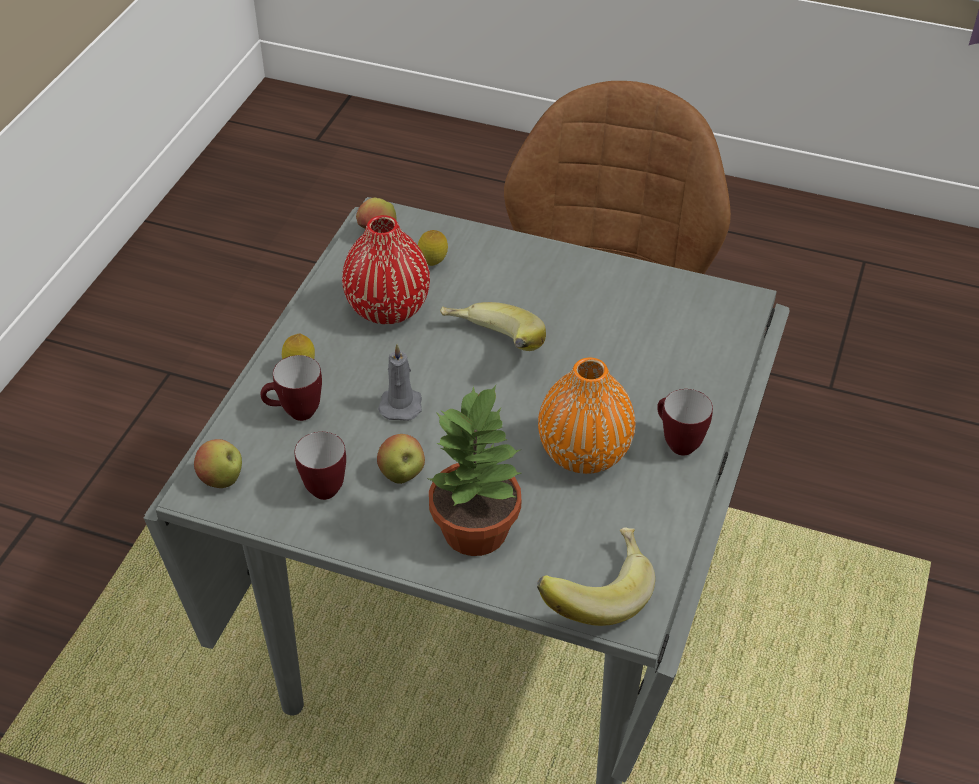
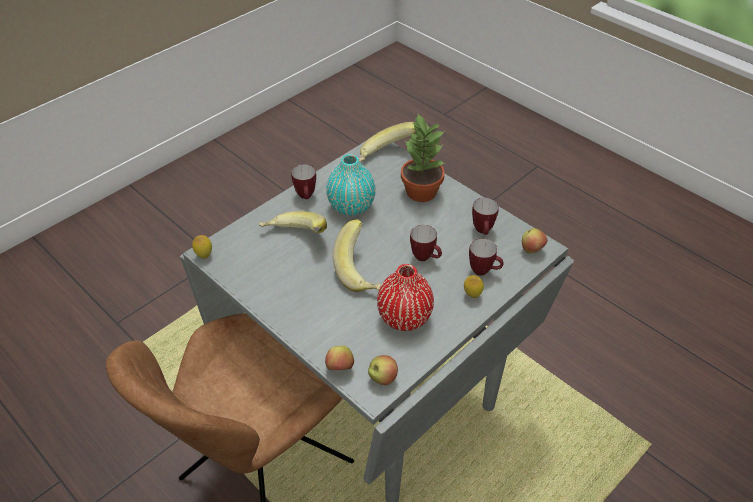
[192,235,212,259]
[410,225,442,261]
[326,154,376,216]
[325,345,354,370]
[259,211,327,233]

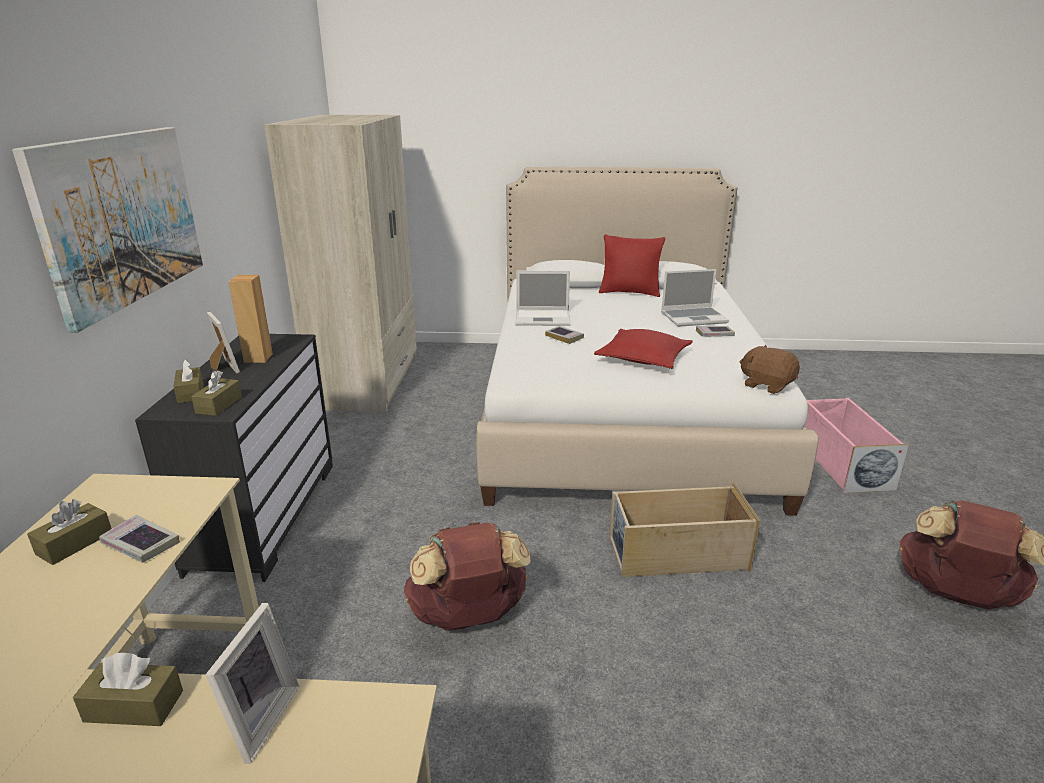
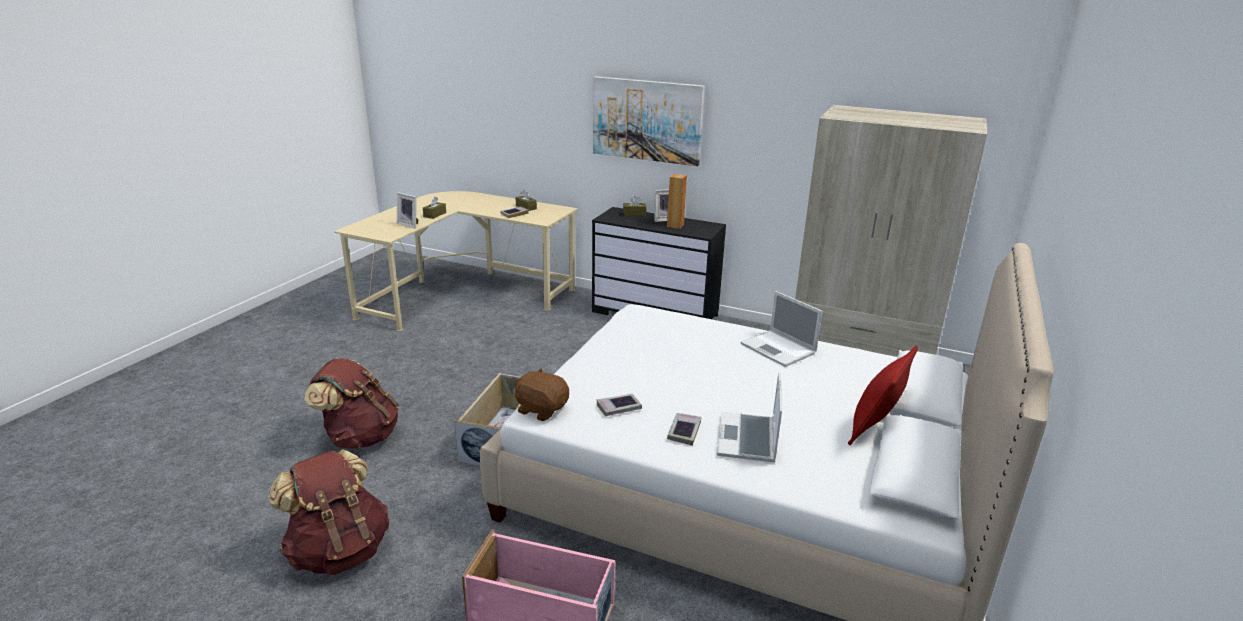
[741,291,823,367]
[597,394,642,416]
[594,329,693,369] (first image)
[514,368,569,421]
[191,370,242,416] (first image)
[305,358,399,449]

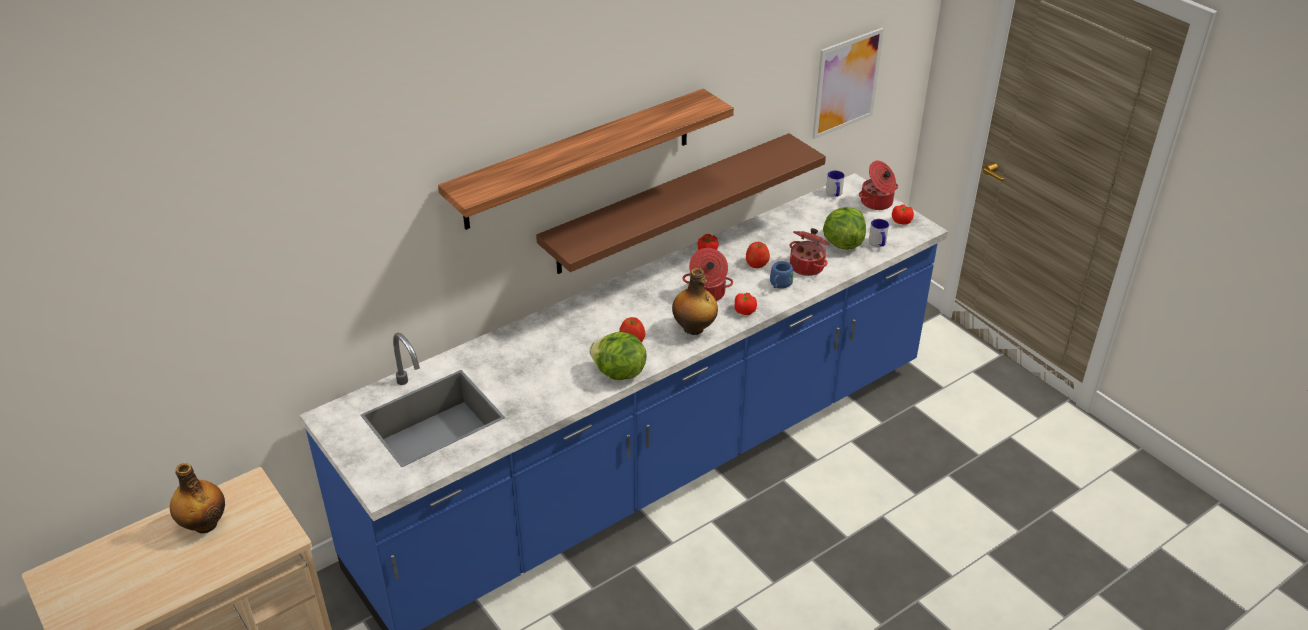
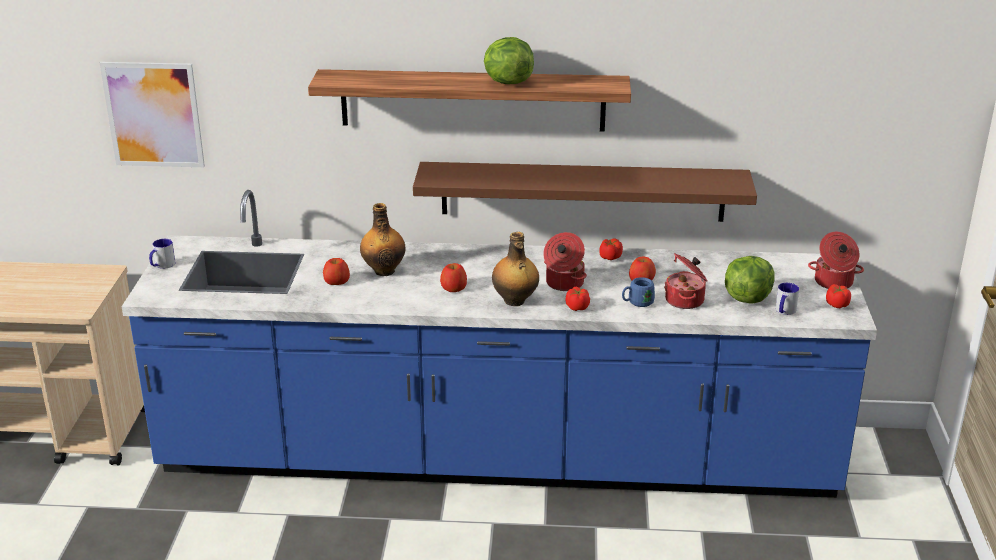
[100,62,205,167]
[149,239,176,269]
[484,37,534,84]
[360,203,406,276]
[323,258,350,285]

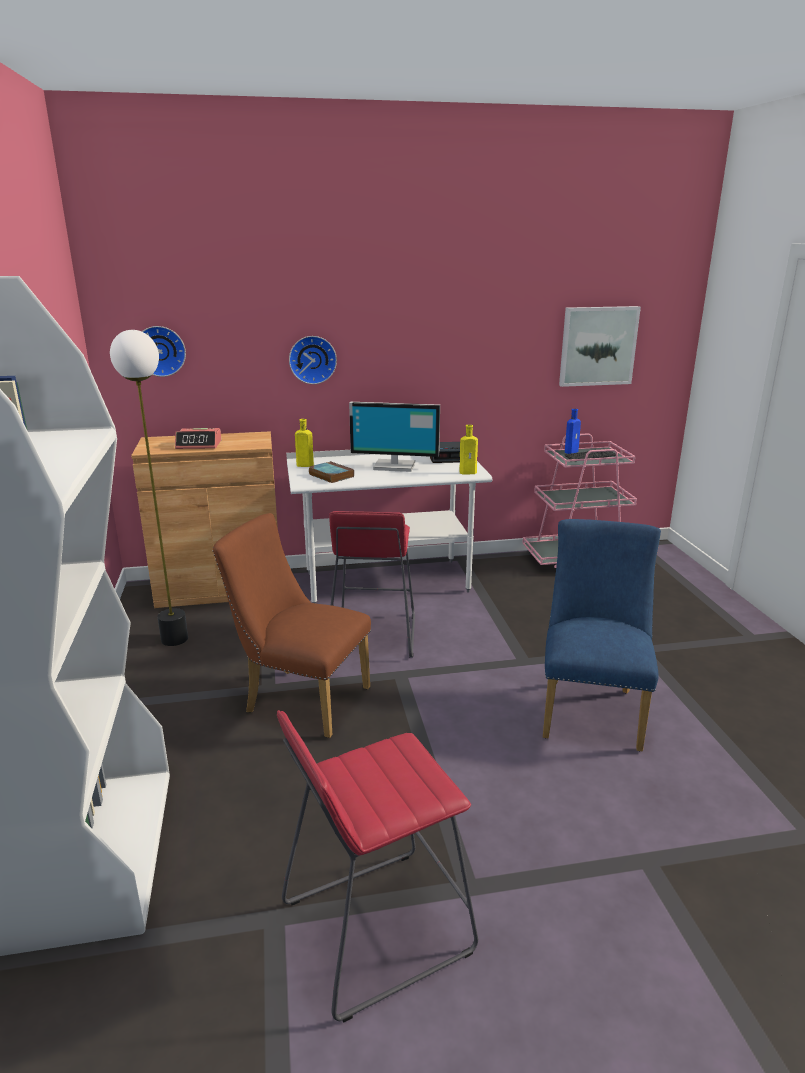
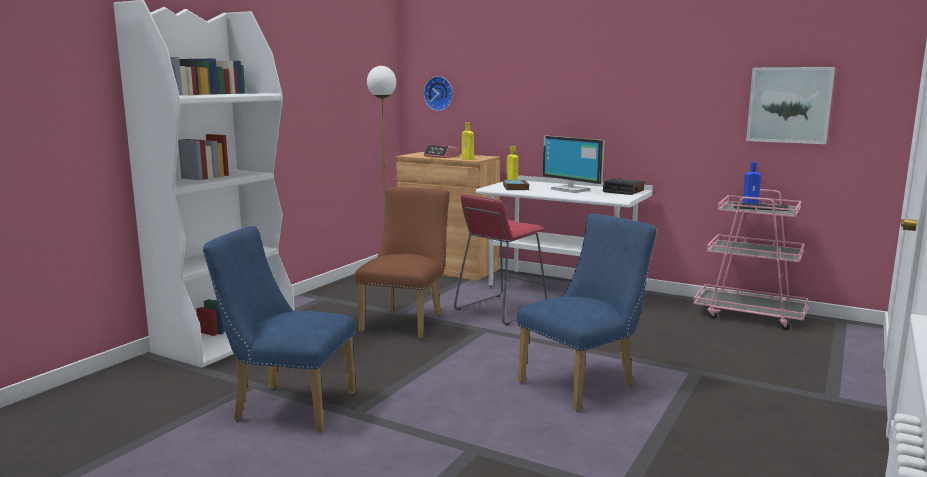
[289,336,337,384] (first image)
[462,122,474,160]
[355,187,450,339]
[202,226,356,432]

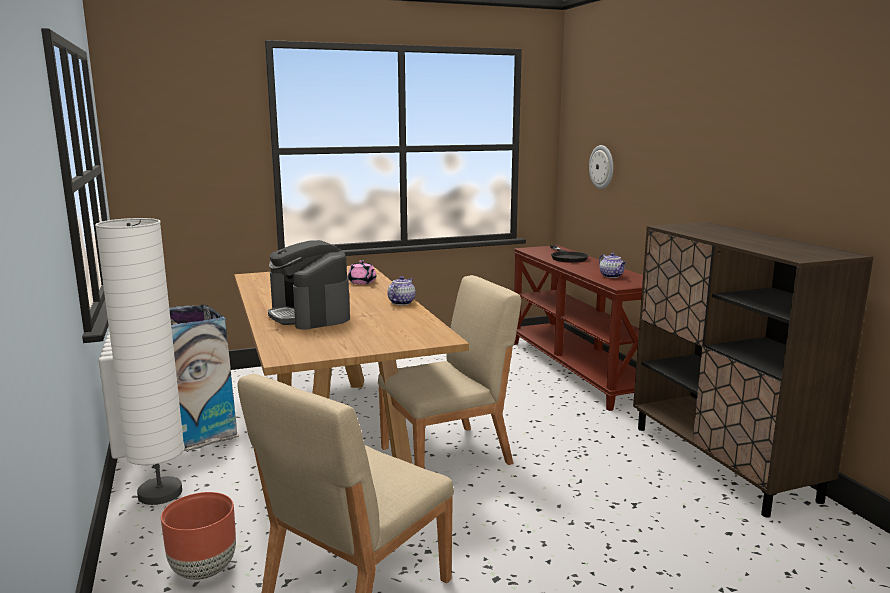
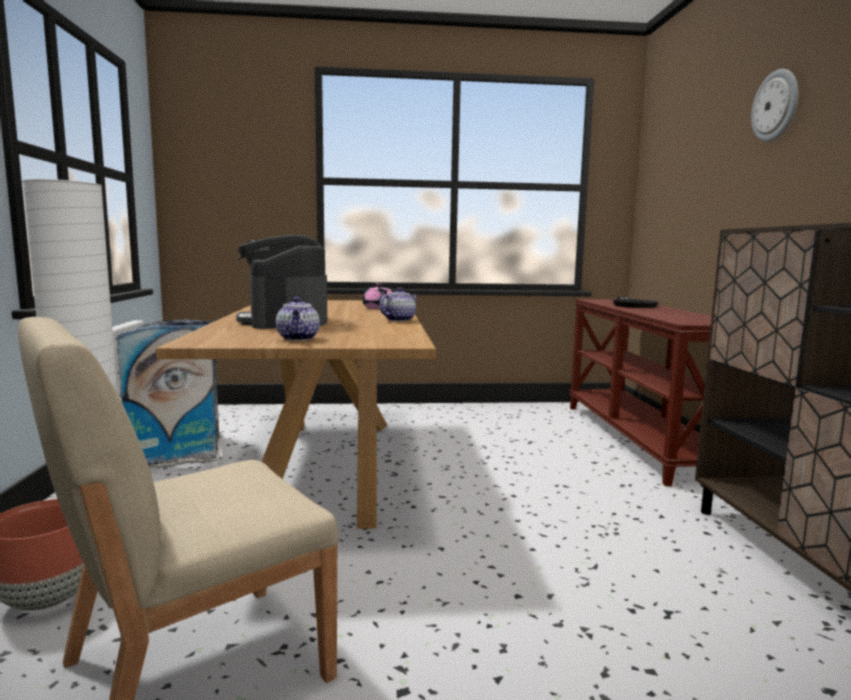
[751,69,798,142]
[276,297,320,341]
[378,275,521,469] (first image)

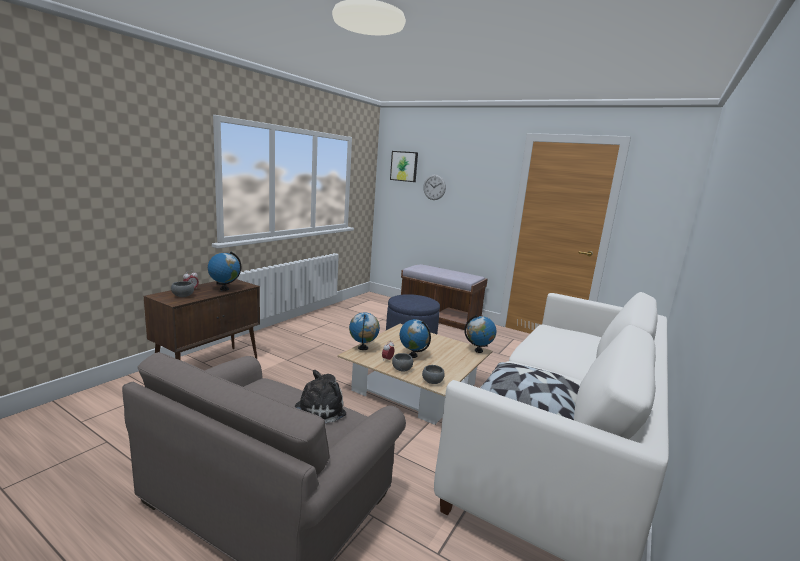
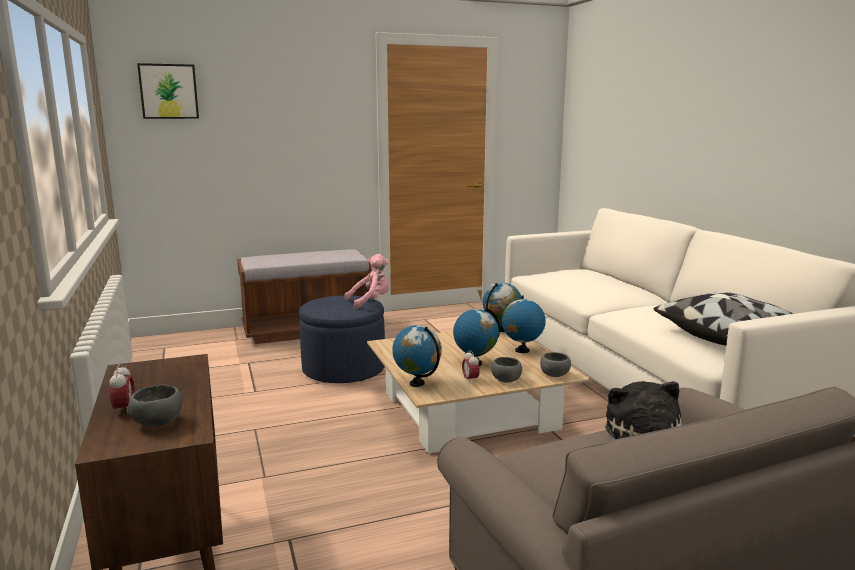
[423,175,446,200] (first image)
[502,295,546,353]
[344,254,389,309]

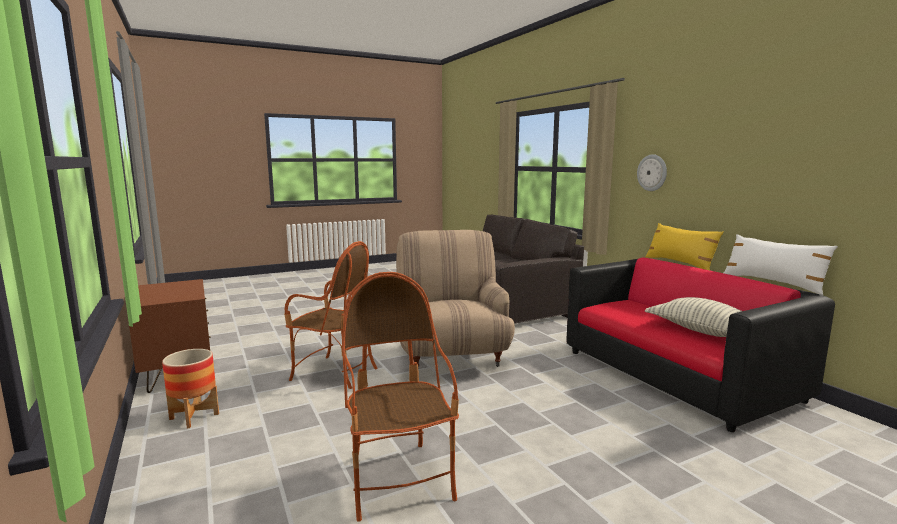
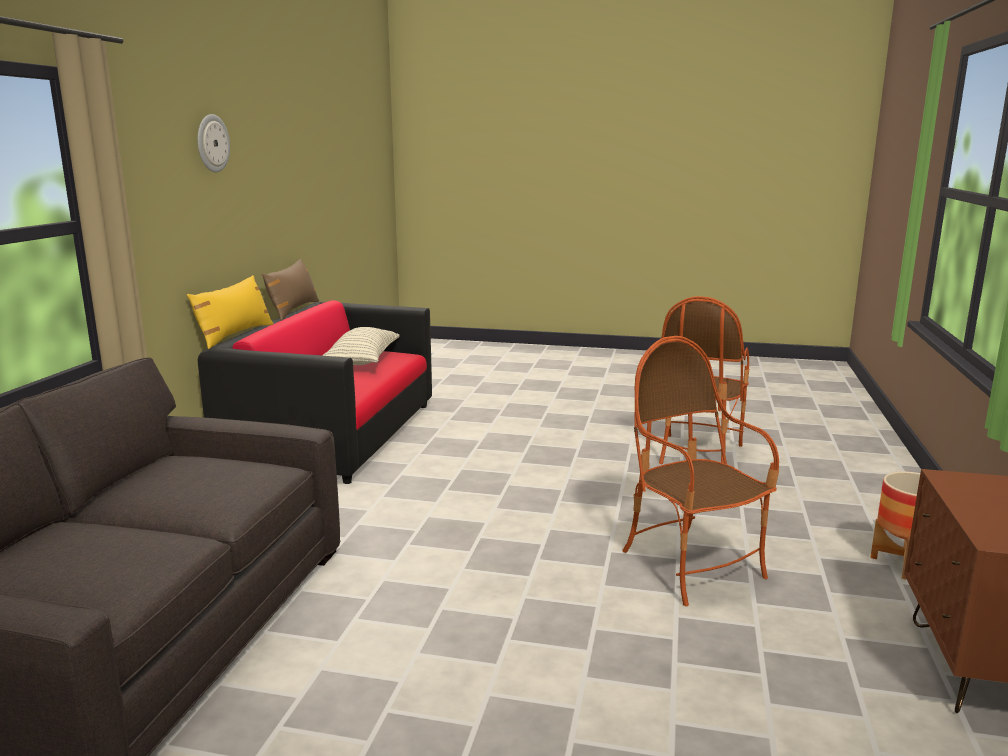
[197,114,230,173]
[396,230,515,367] (first image)
[262,259,319,321]

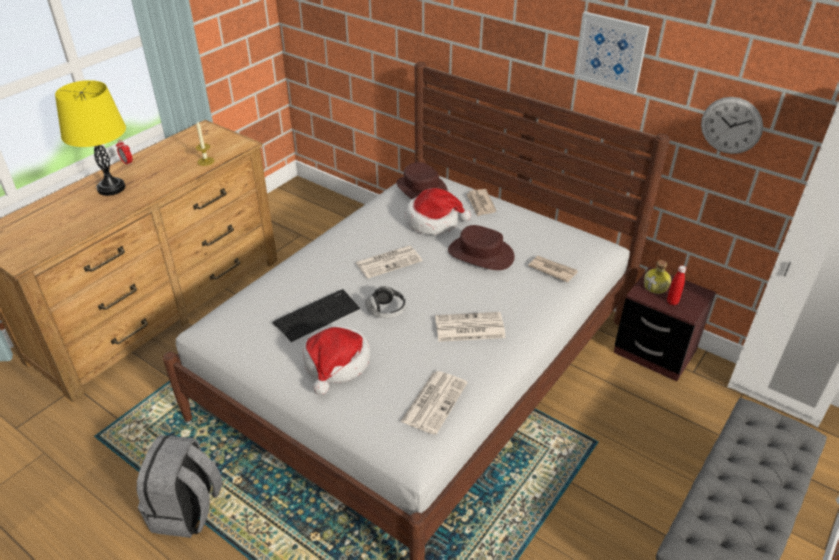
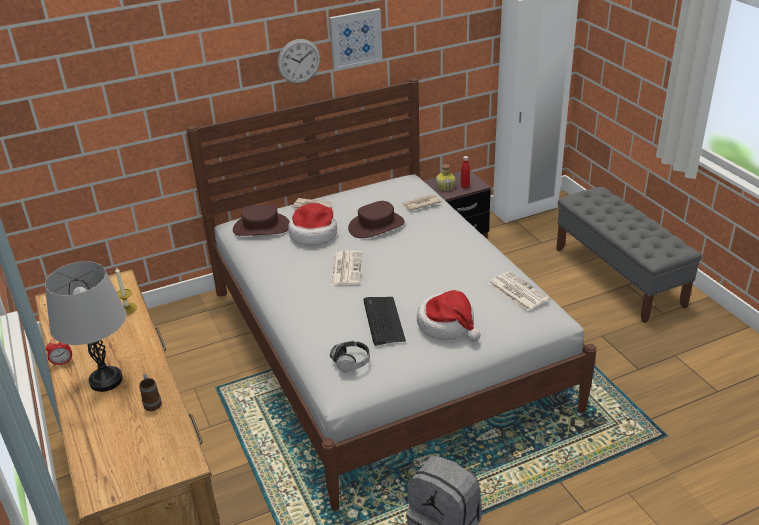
[45,261,126,392]
[278,39,321,84]
[330,341,370,372]
[435,312,506,342] (first image)
[139,373,162,411]

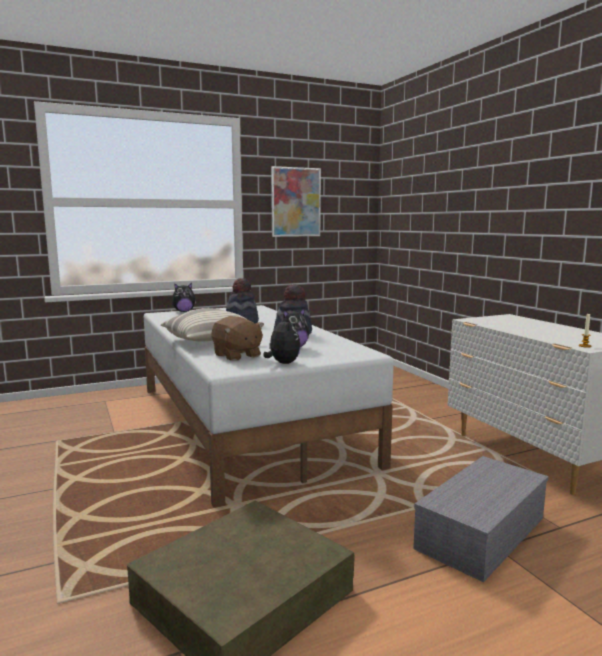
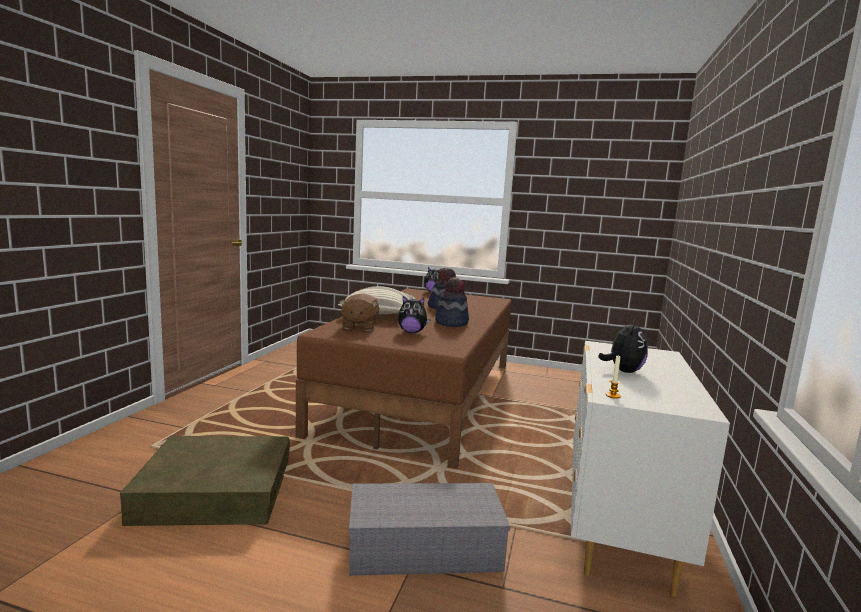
[271,166,321,237] (first image)
[296,288,512,469]
[598,319,648,373]

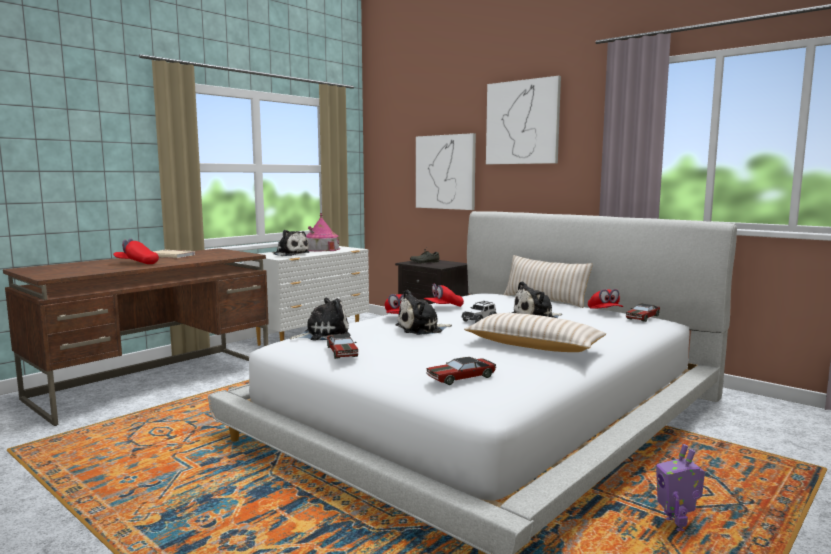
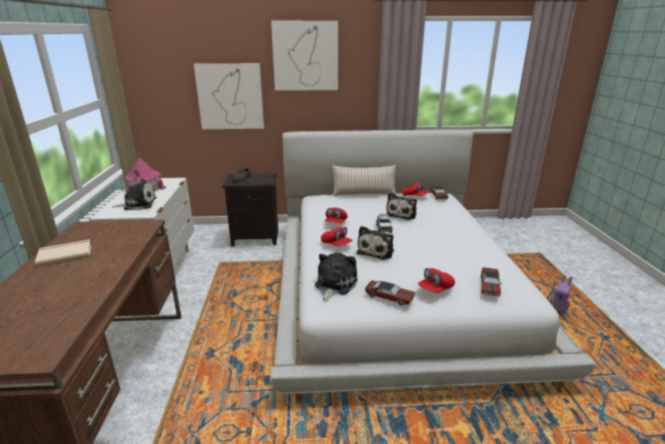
[418,268,455,293]
[464,313,606,352] (first image)

